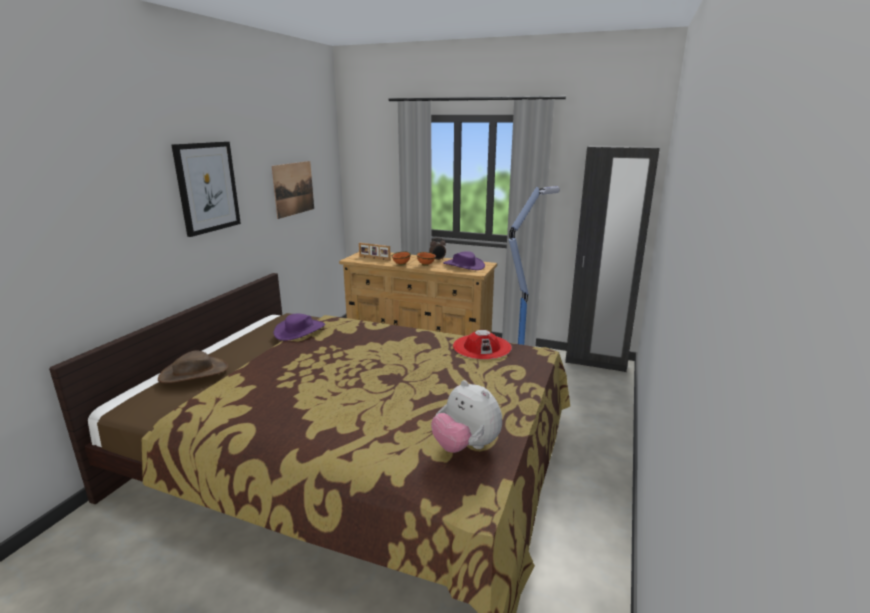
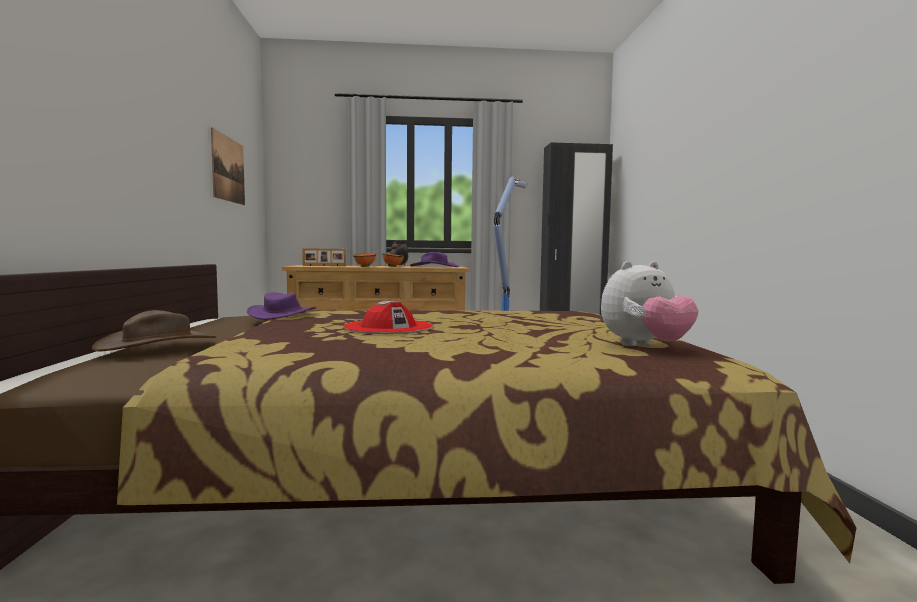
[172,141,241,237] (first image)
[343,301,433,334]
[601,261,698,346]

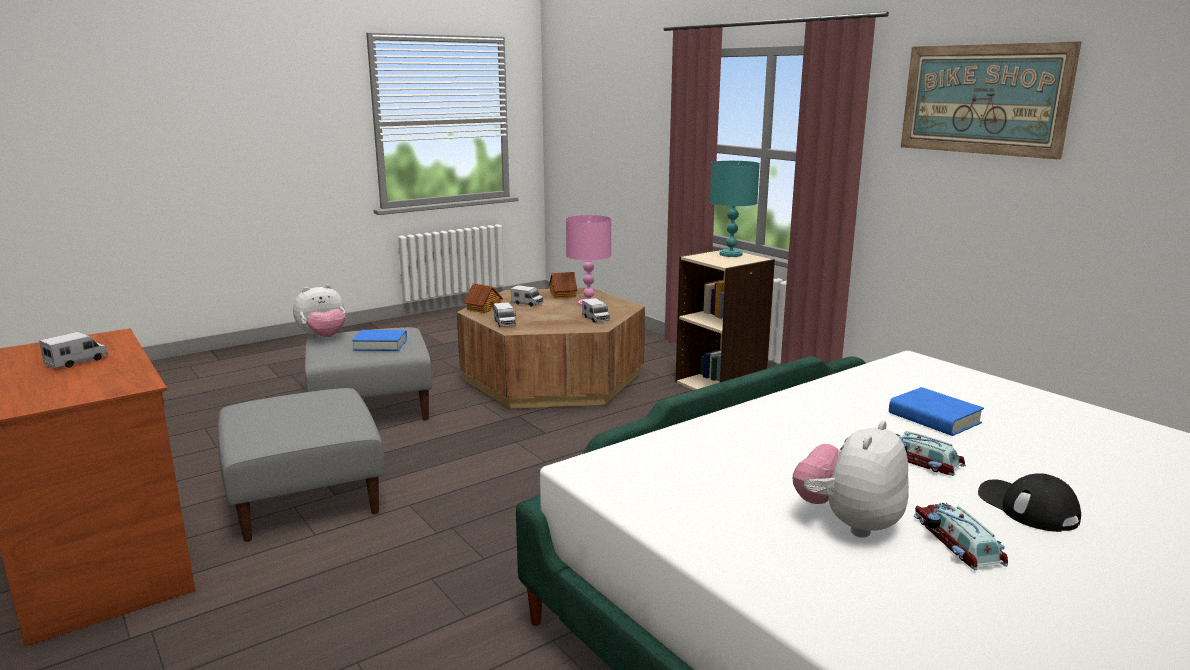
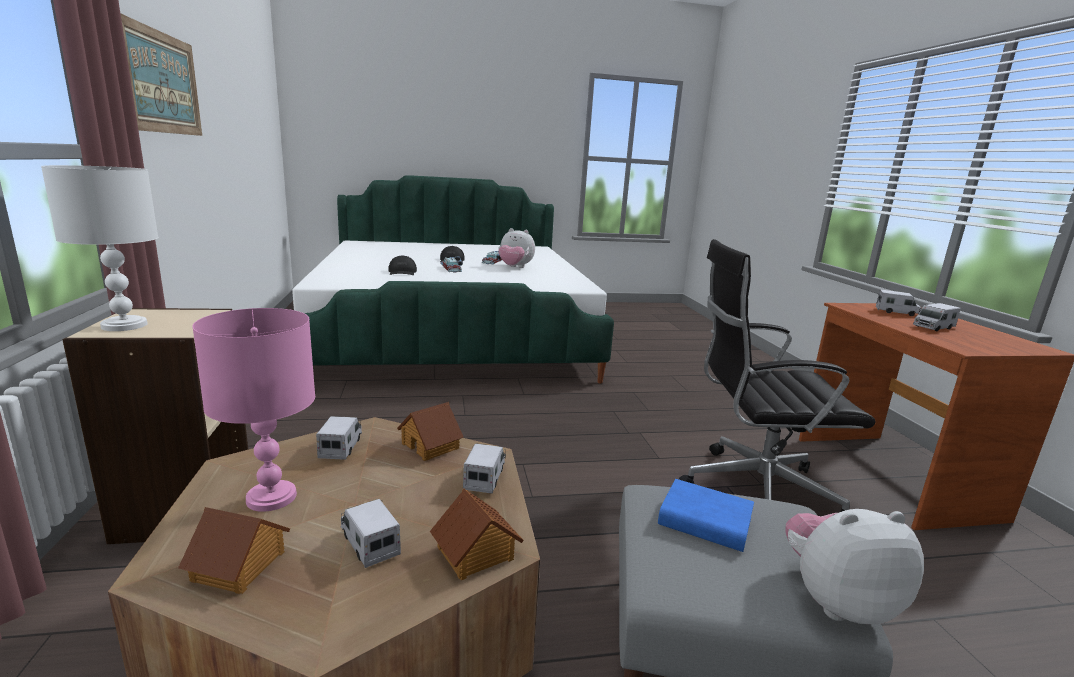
[41,165,159,331]
[388,255,417,275]
[679,239,876,512]
[498,228,535,268]
[876,289,922,316]
[397,402,463,461]

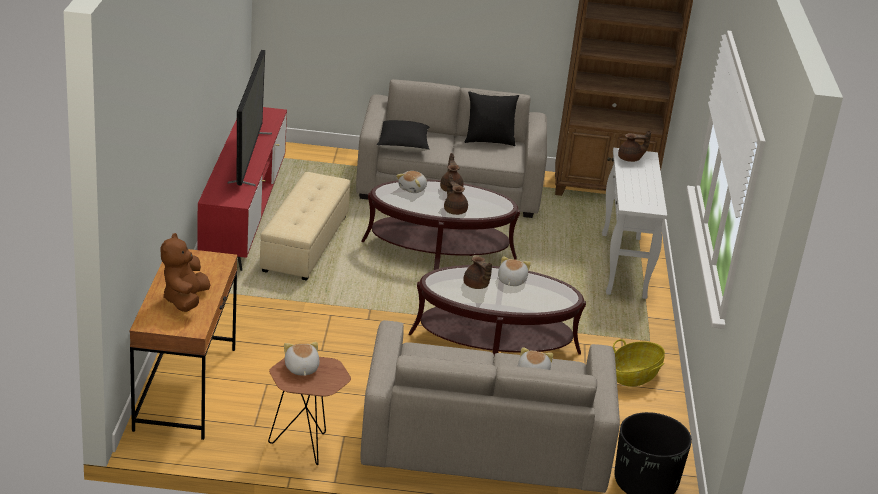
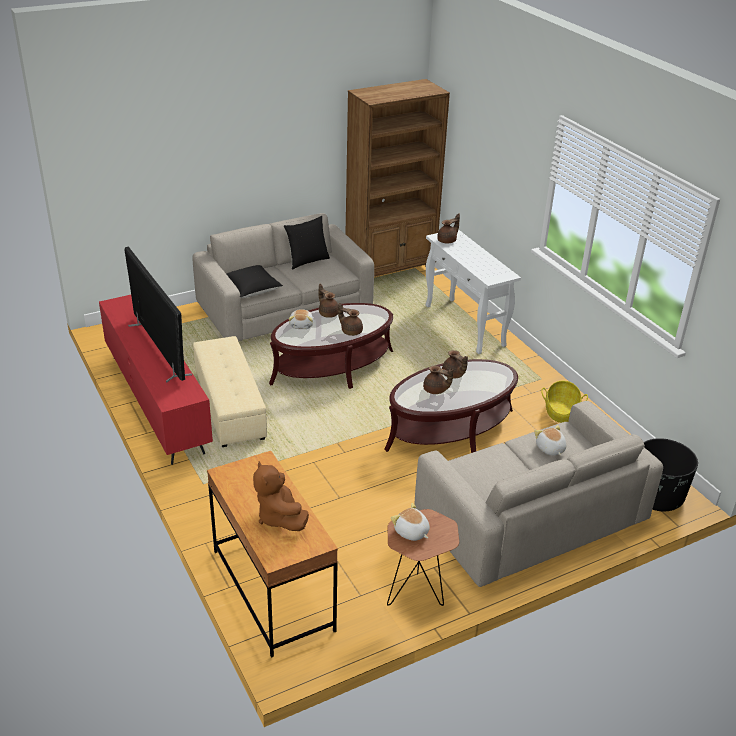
[442,350,468,379]

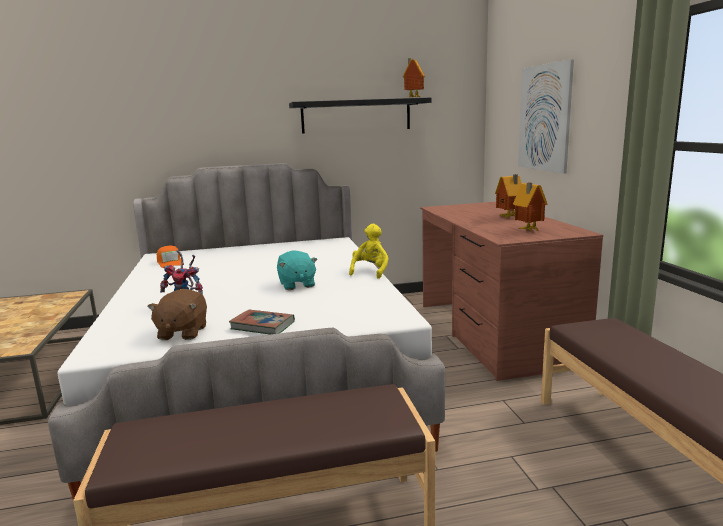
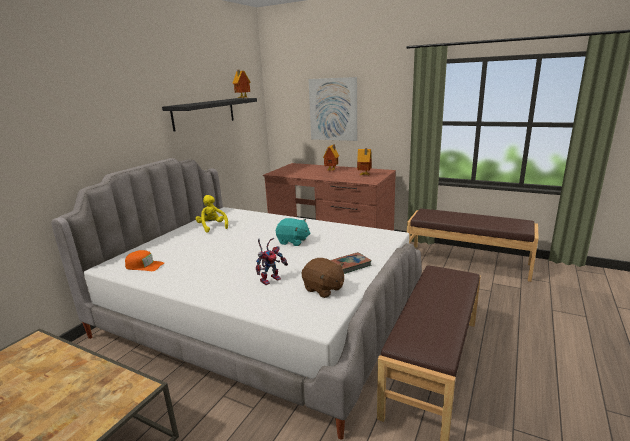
[196,195,228,233]

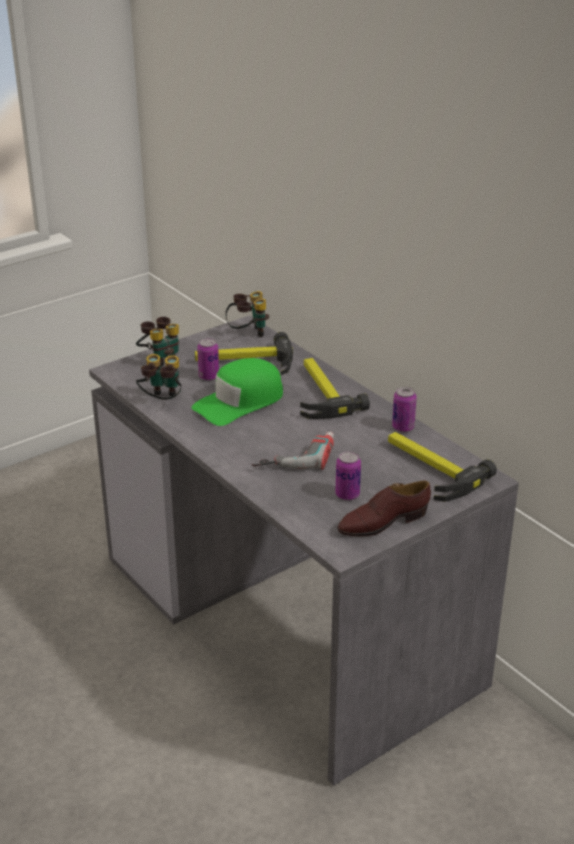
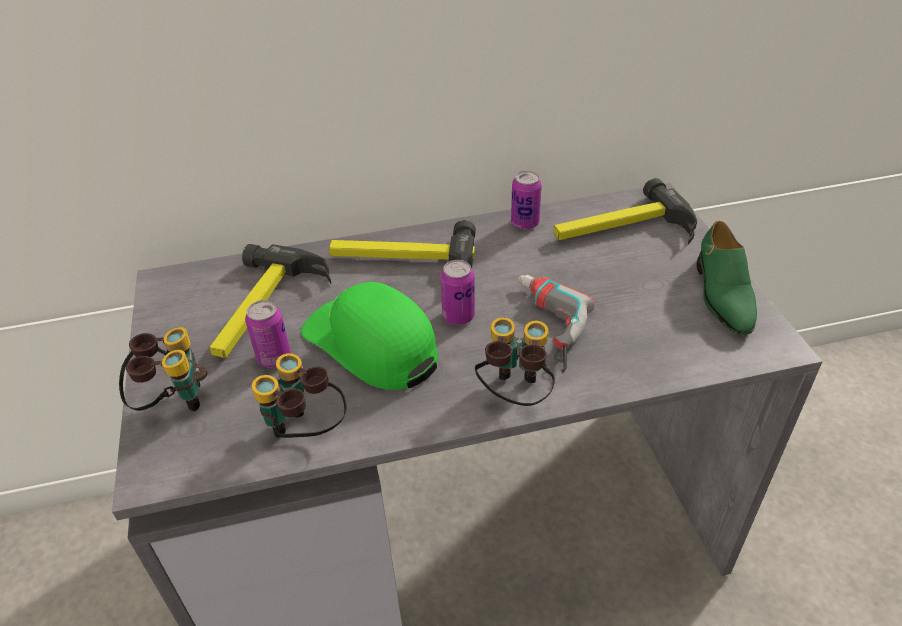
[475,317,555,406]
[301,282,438,390]
[440,260,475,325]
[697,221,757,335]

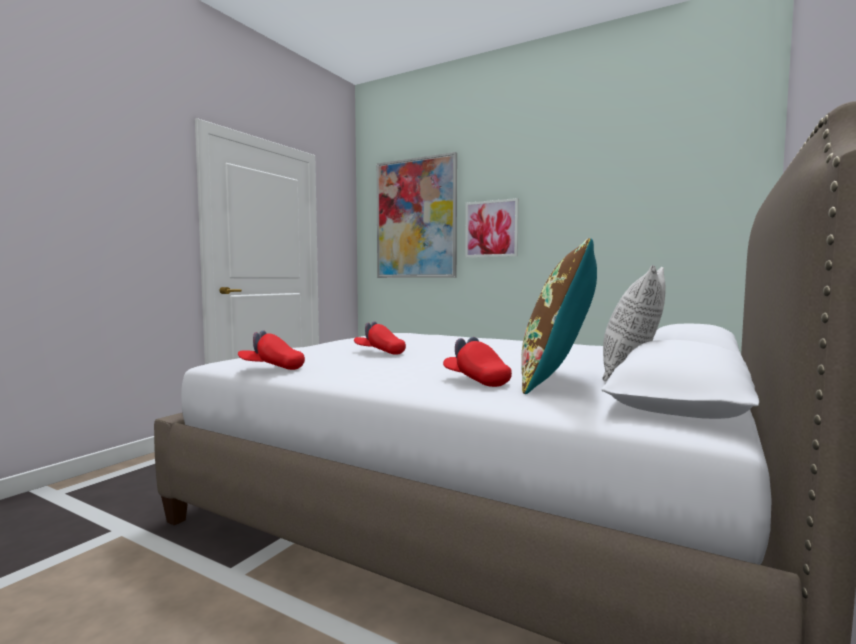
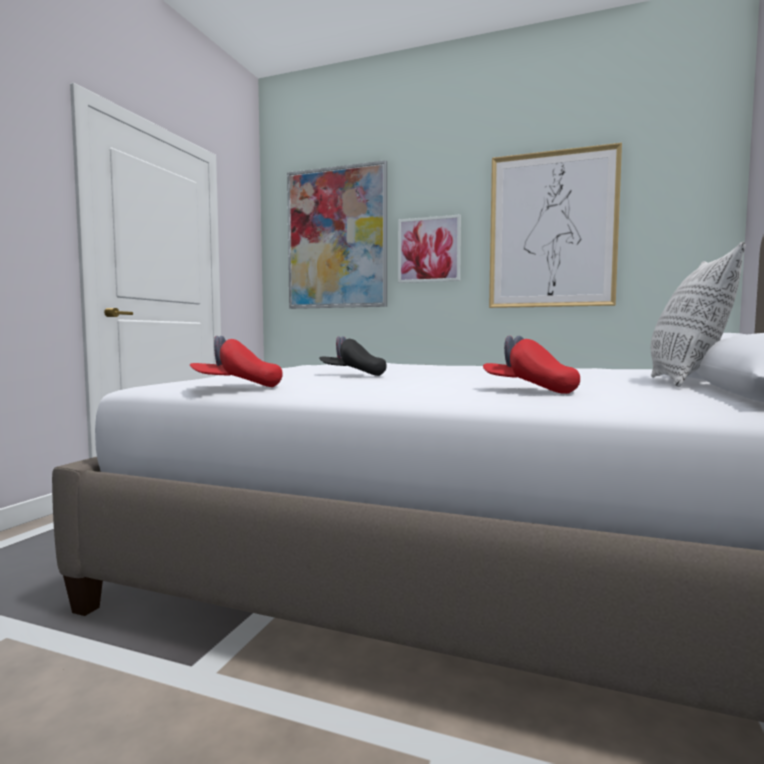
[521,238,597,394] (first image)
[319,336,387,376]
[489,143,622,308]

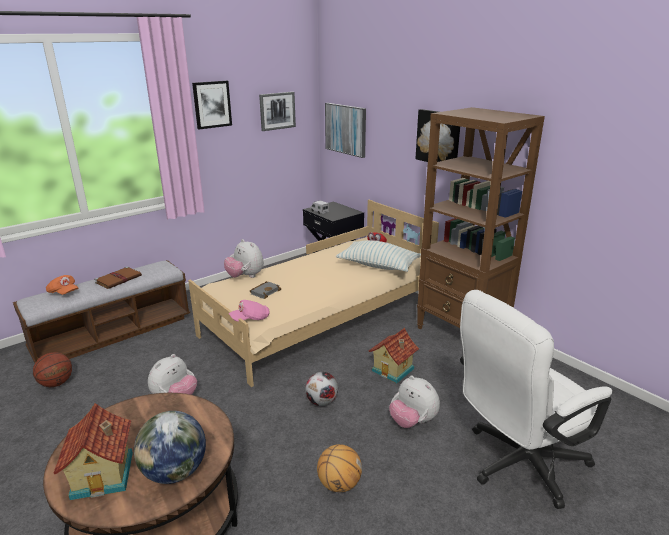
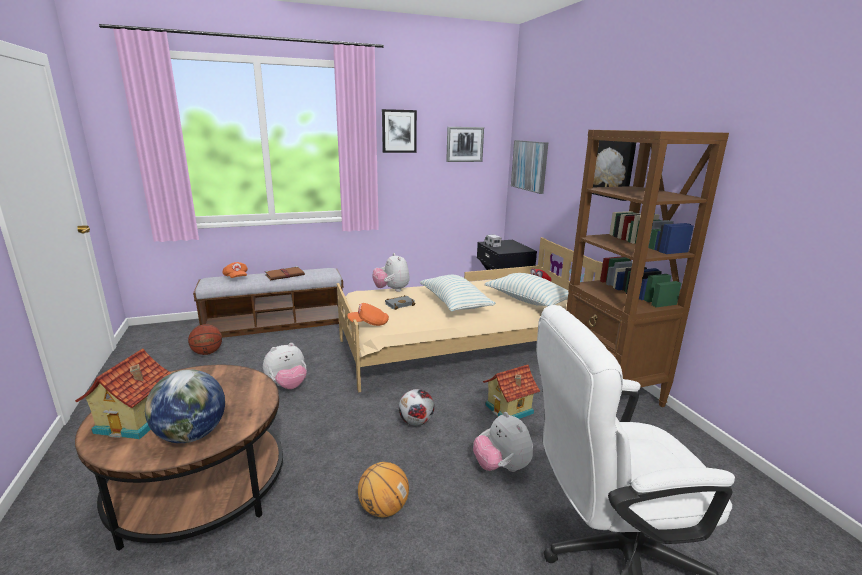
[348,303,389,326]
[420,275,496,312]

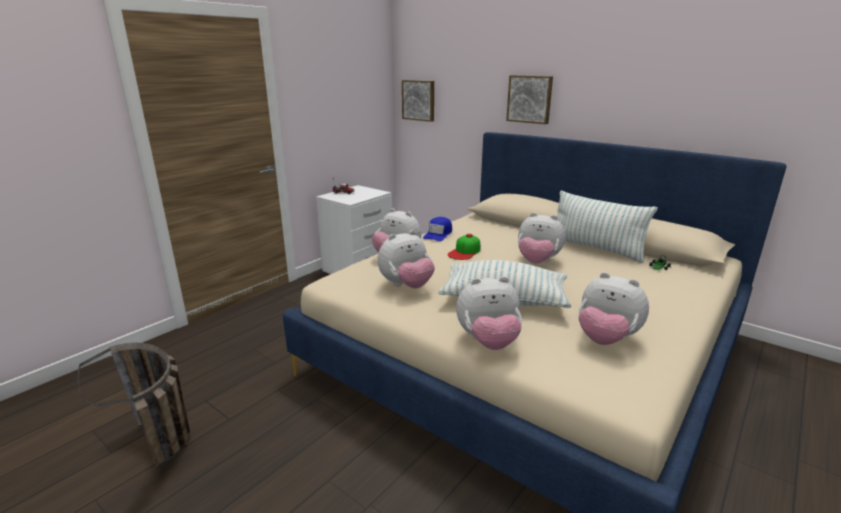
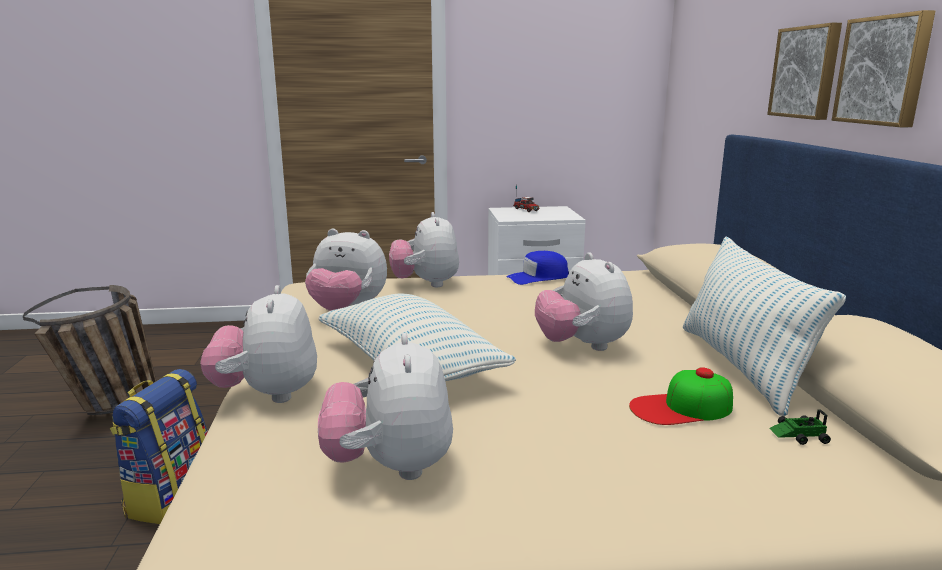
[832,10,935,127]
[629,368,733,425]
[200,285,317,403]
[110,369,208,524]

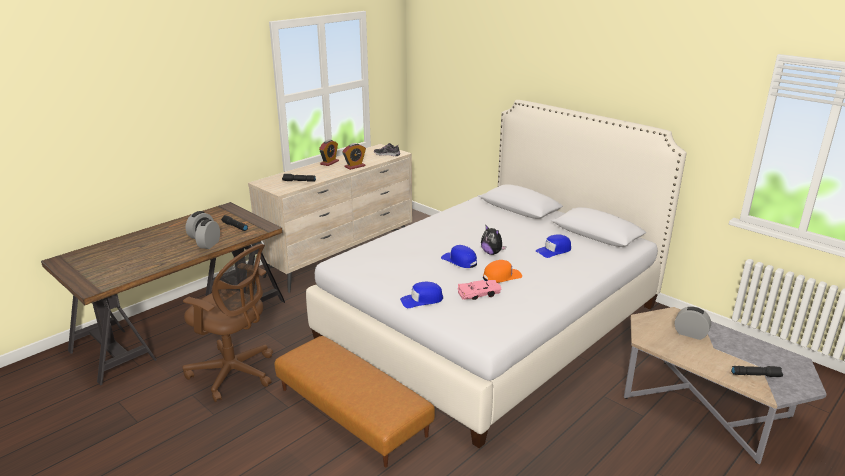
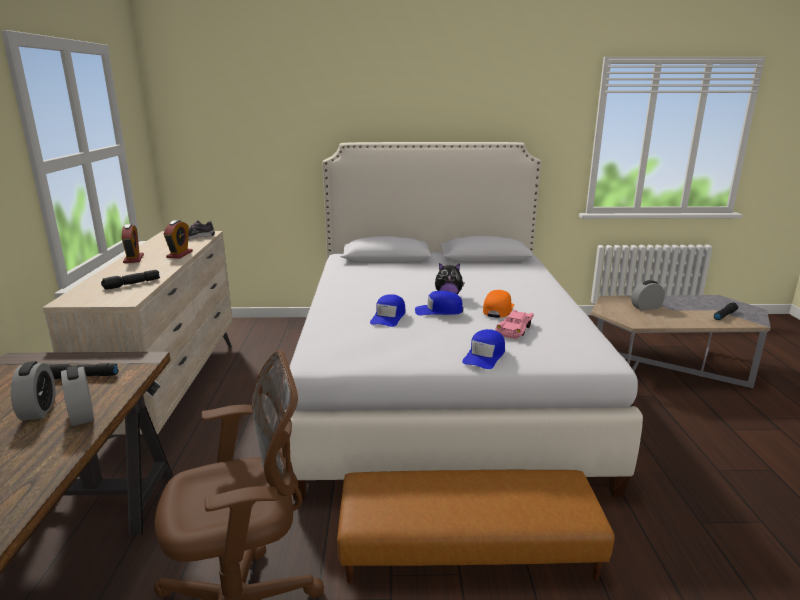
[370,294,405,327]

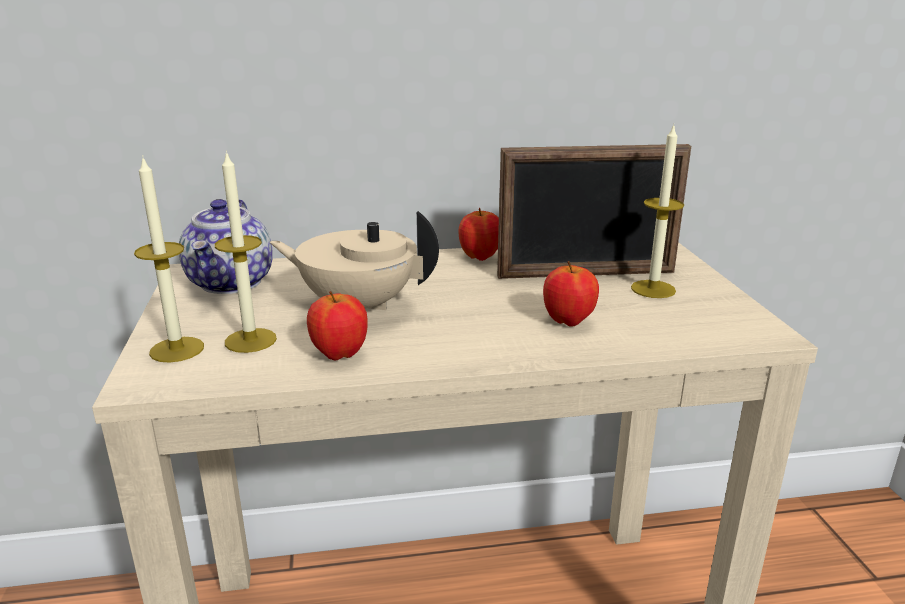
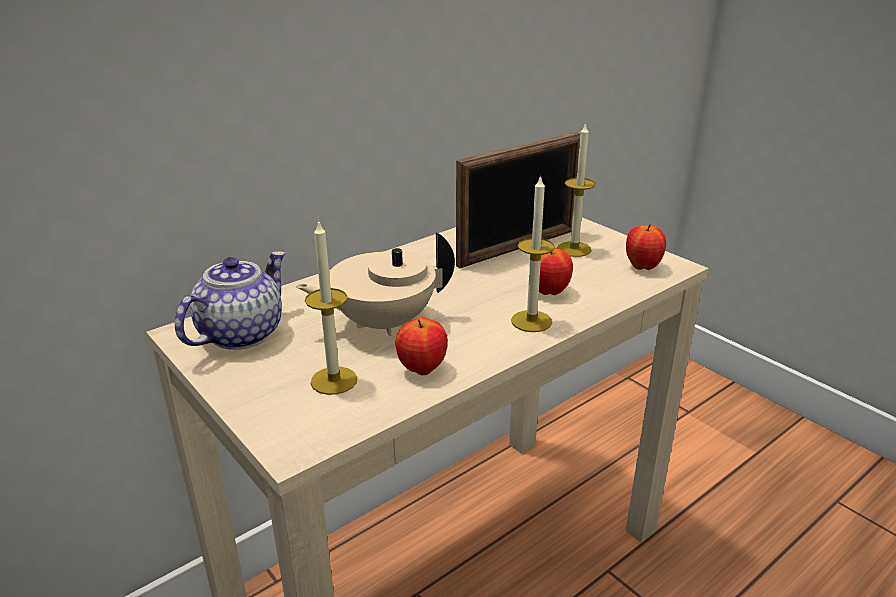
[511,175,555,332]
[175,251,285,350]
[626,224,666,270]

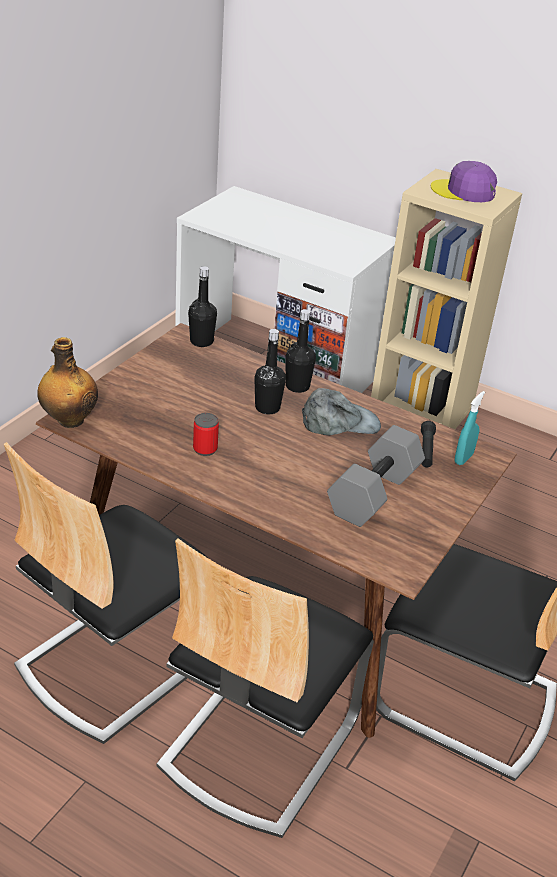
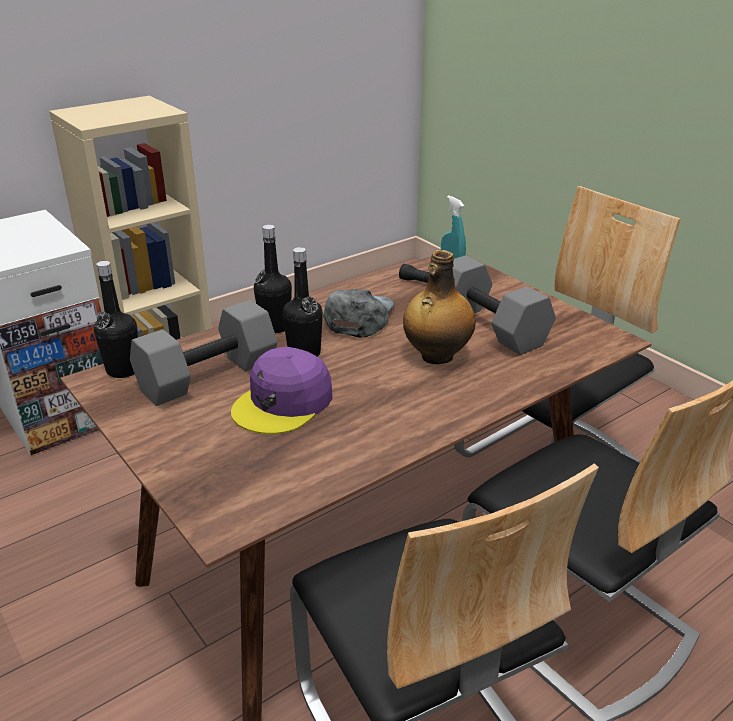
[231,347,333,434]
[403,250,476,364]
[193,413,219,456] (first image)
[130,300,278,406]

